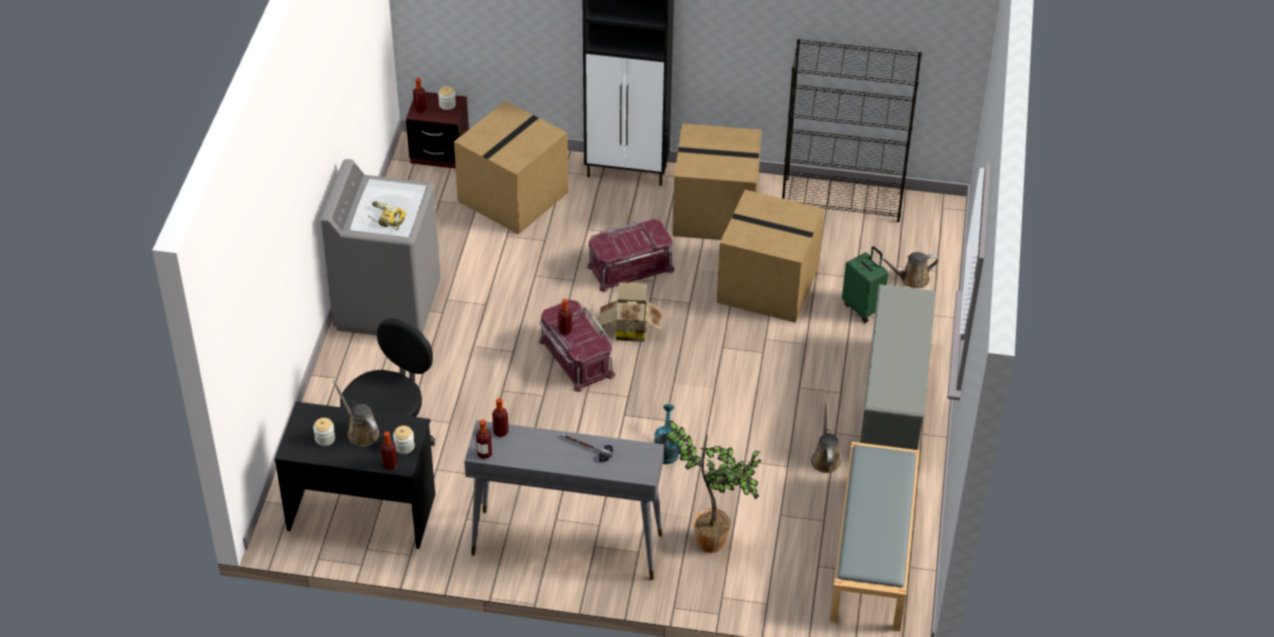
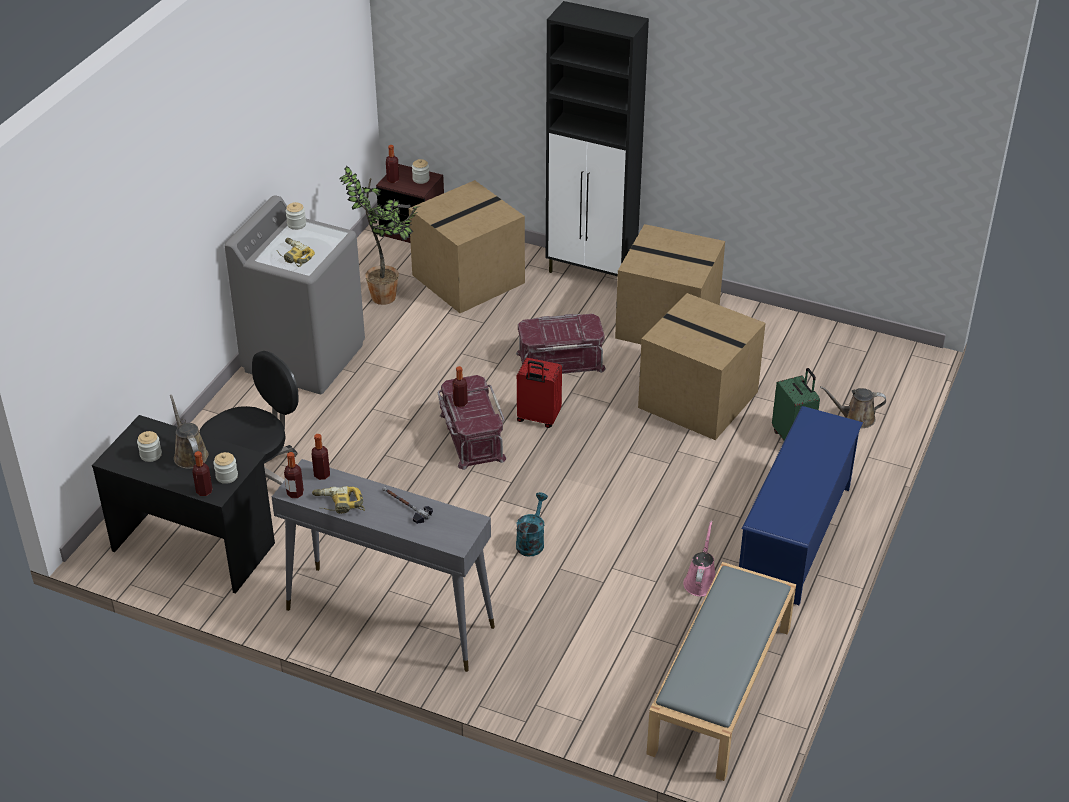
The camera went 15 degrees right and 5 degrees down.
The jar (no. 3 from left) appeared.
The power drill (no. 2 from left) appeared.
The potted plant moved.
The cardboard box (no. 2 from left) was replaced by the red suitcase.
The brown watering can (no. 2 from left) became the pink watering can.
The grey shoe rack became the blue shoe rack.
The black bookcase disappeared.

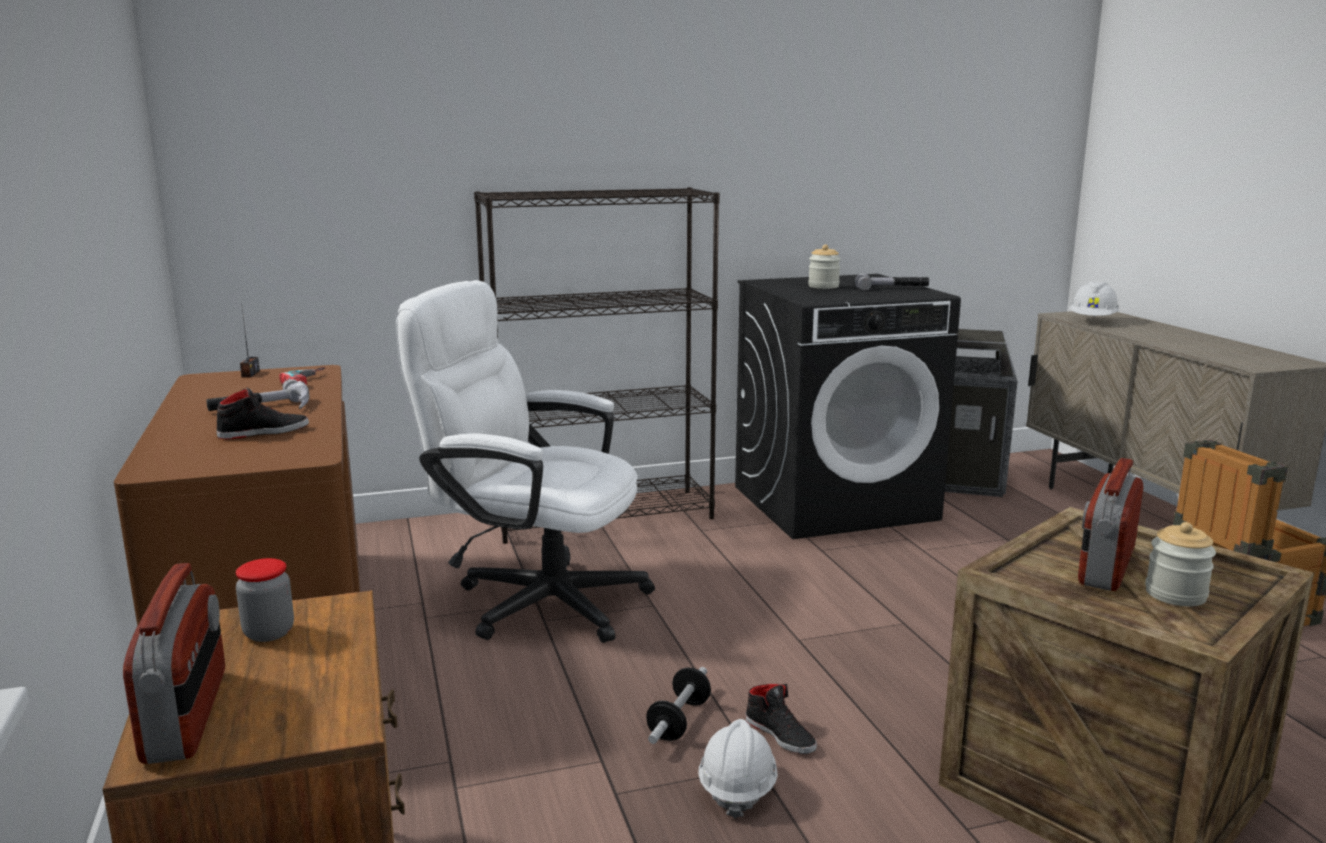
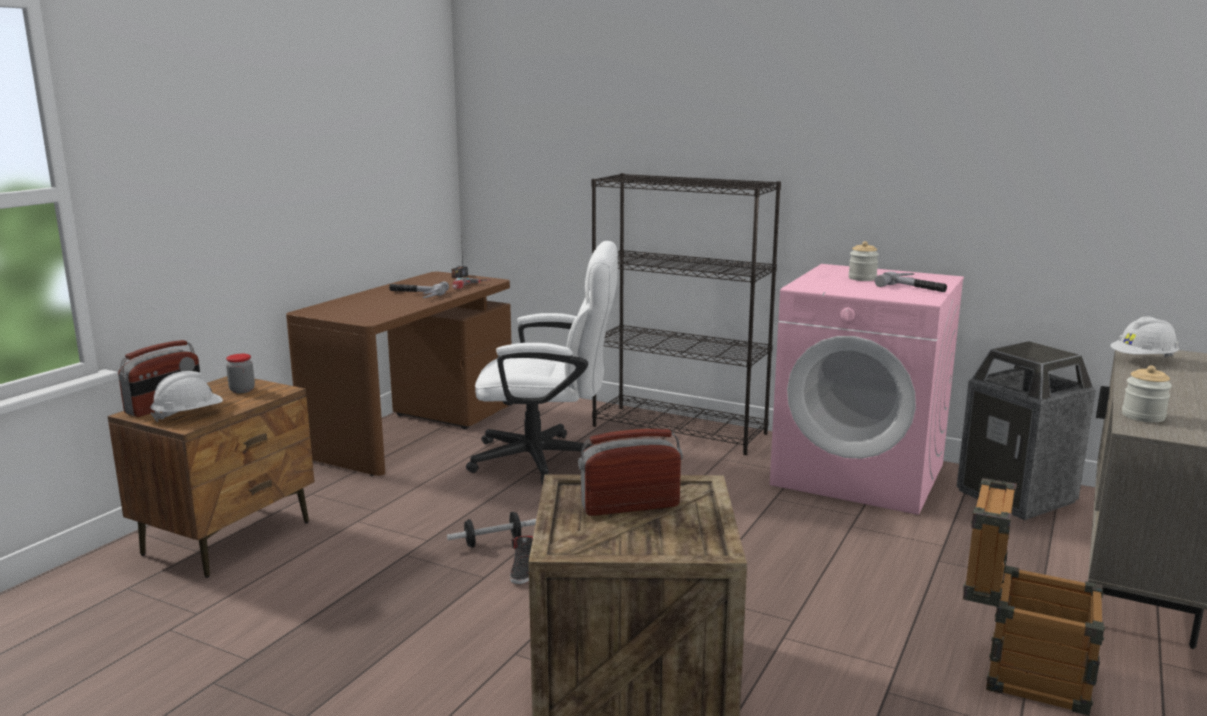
The camera went 45 degrees right and 0 degrees up.
The white hard hat (no. 1 from left) moved.
The white office chair turned 120 degrees clockwise.
The black washing machine became the pink washing machine.
The jar (no. 3 from left) moved.
The black shoe (no. 1 from left) disappeared.

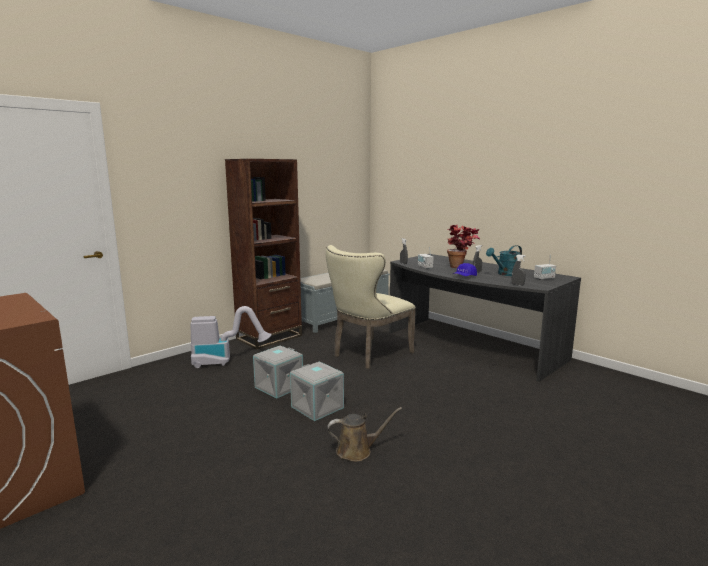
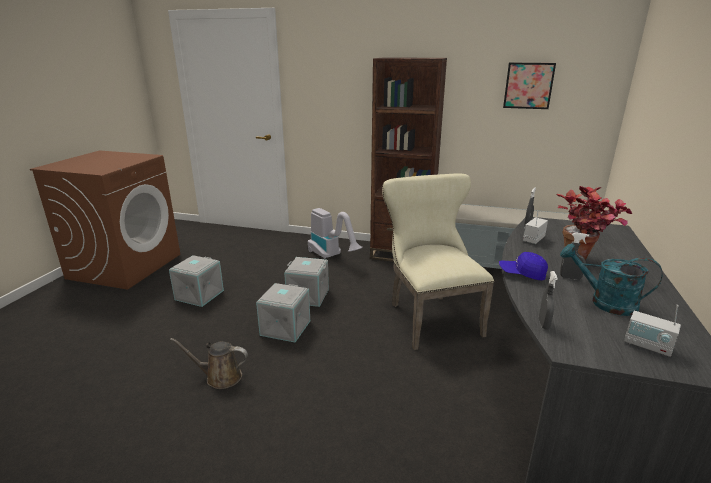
The camera went 60 degrees right and 10 degrees up.
The grey storage box (no. 1 from left) appeared.
The brown watering can turned 135 degrees clockwise.
The beige chair turned 60 degrees clockwise.
The picture appeared.

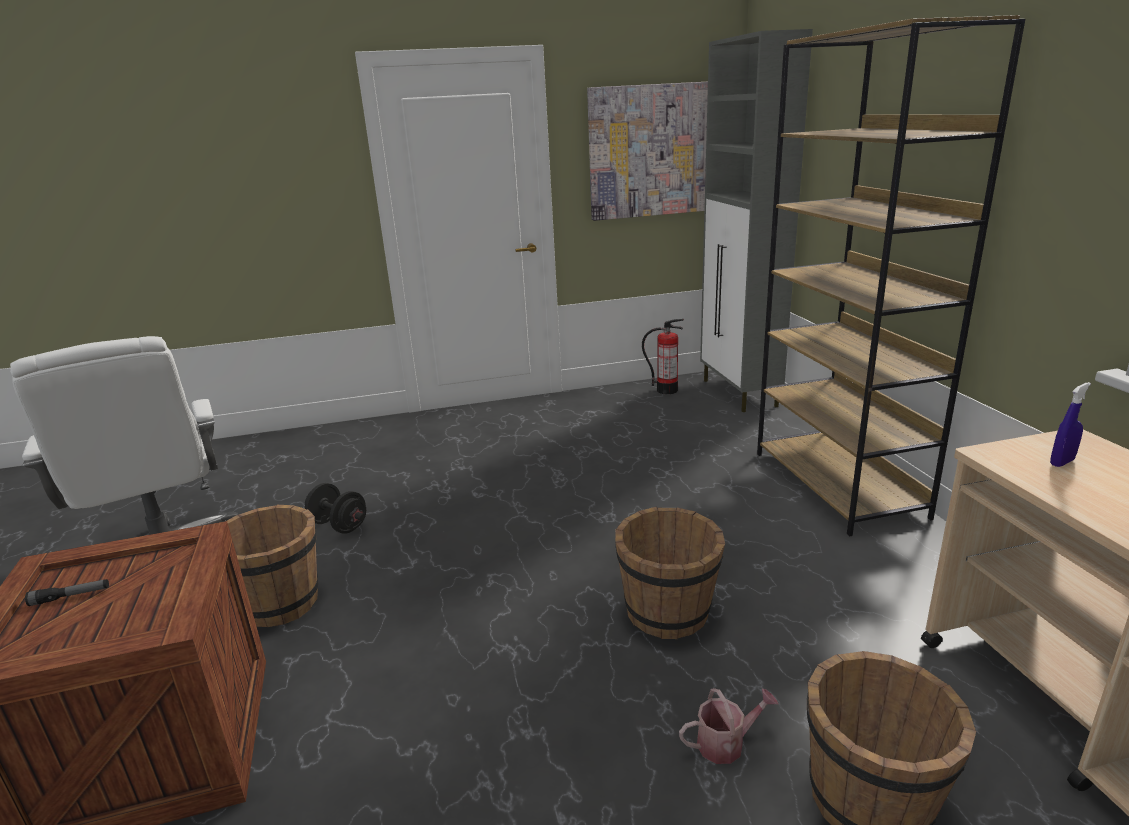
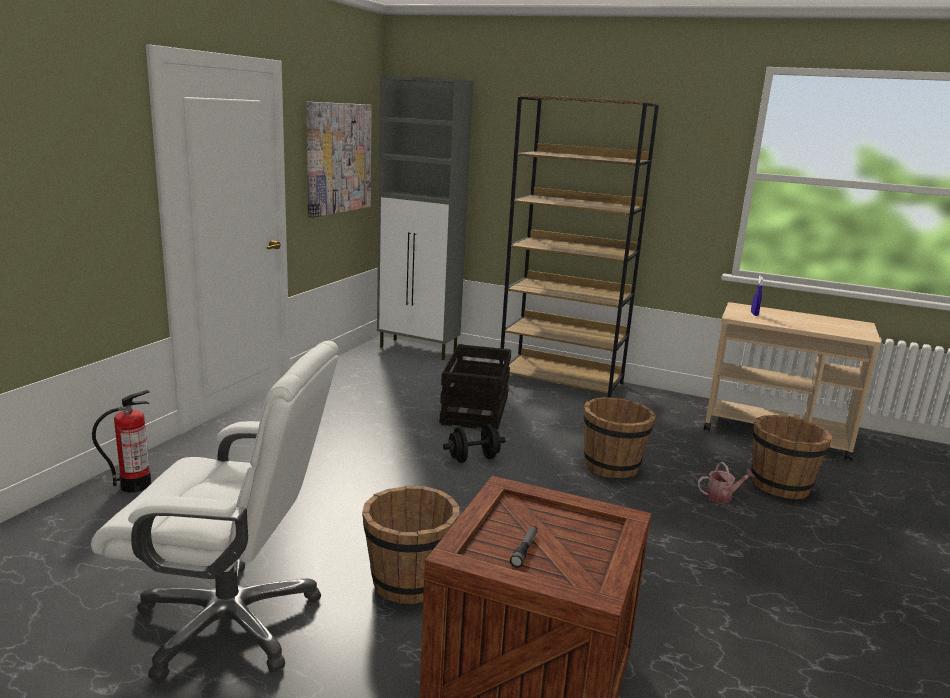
The camera went 55 degrees left and 5 degrees down.
The fire extinguisher moved.
The crate (no. 1 from left) appeared.
The black dumbbell moved.
The watering can turned 60 degrees clockwise.

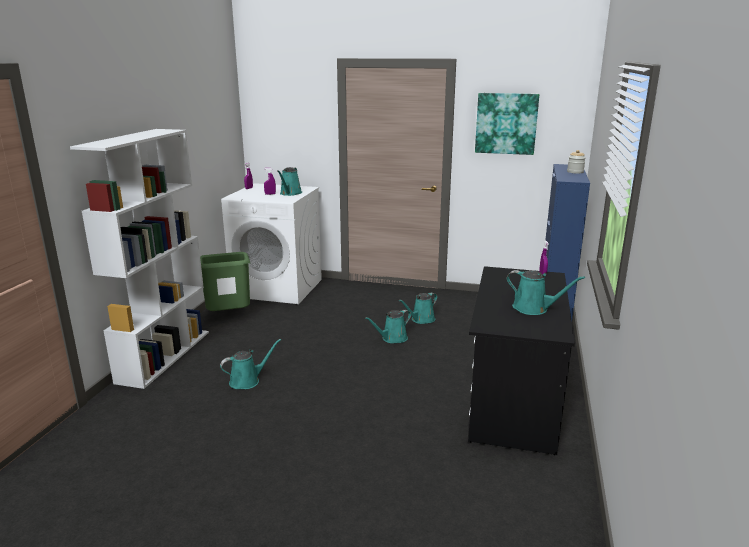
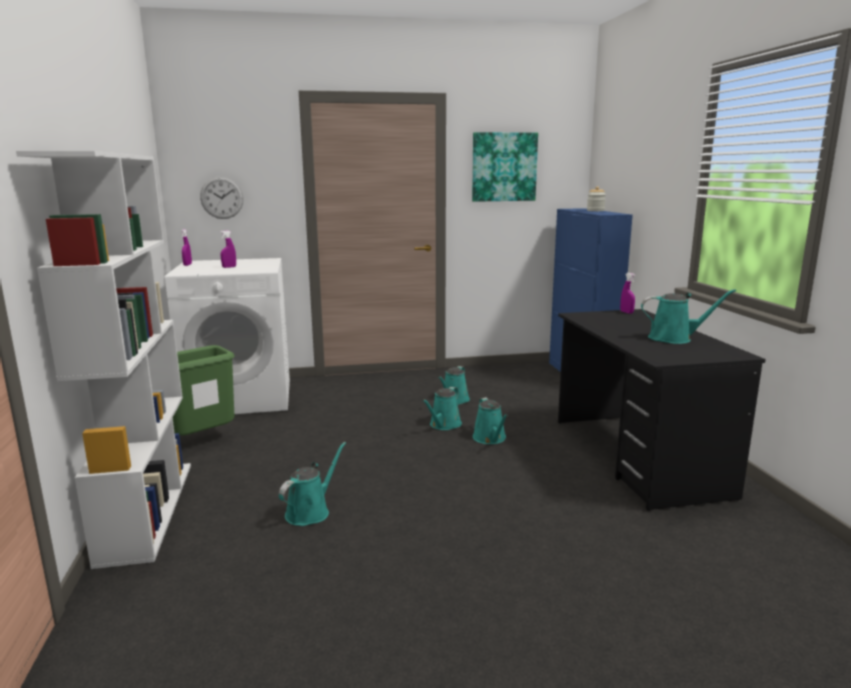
The camera went 25 degrees left and 5 degrees down.
The wall clock appeared.
The turquoise watering can (no. 2 from left in the first image) moved.

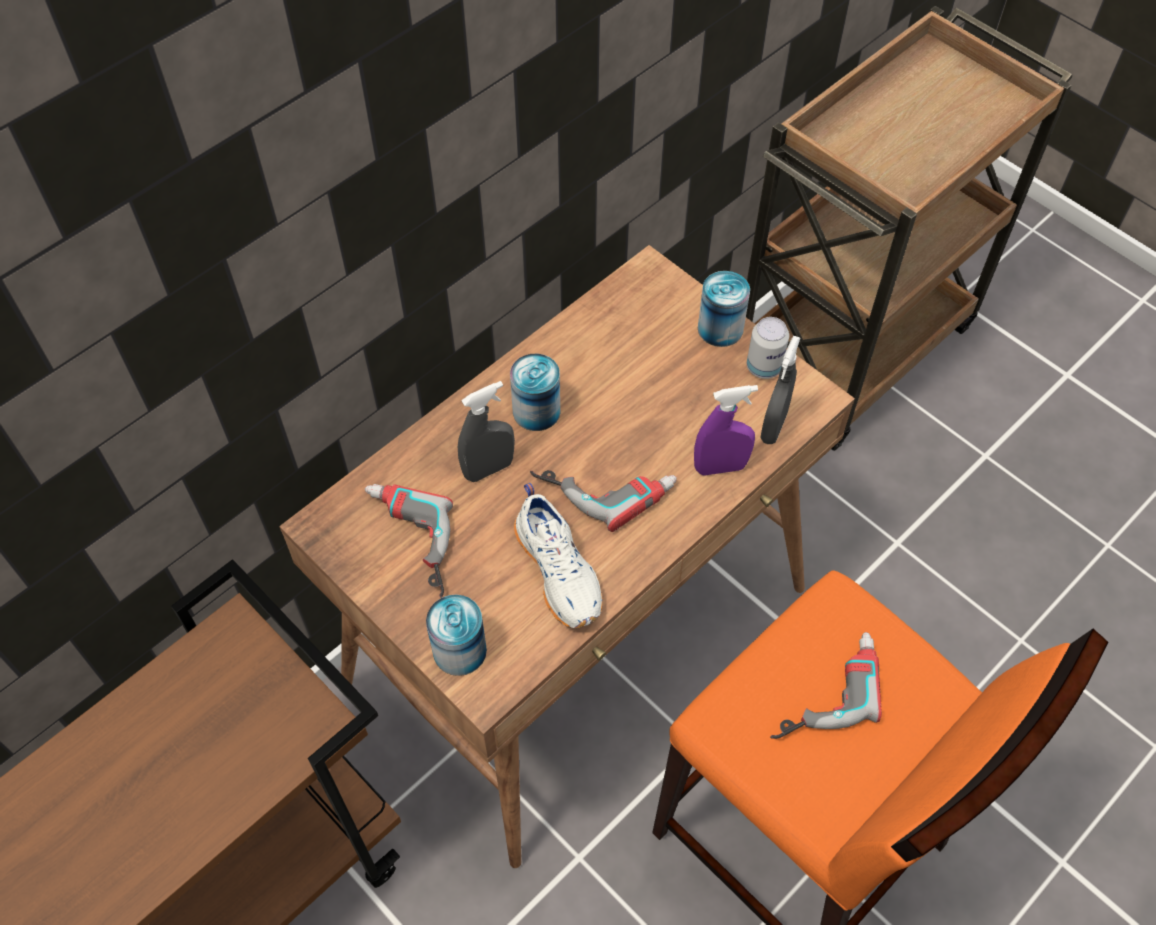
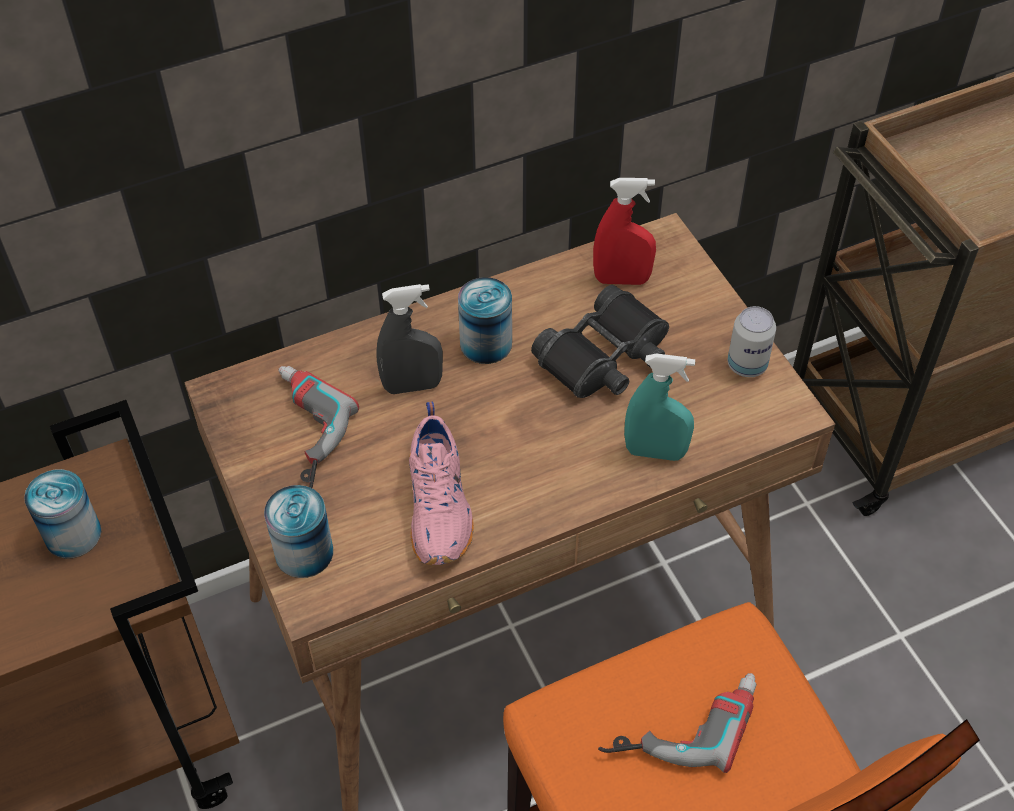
The camera went 20 degrees right and 5 degrees down.
The can (no. 3 from left in the first image) moved.
The white shoe became the pink shoe.
The black binoculars appeared.
The red spray bottle appeared.
The purple spray bottle became the turquoise spray bottle.
The power drill (no. 2 from left) disappeared.
The grey spray bottle (no. 2 from left) disappeared.

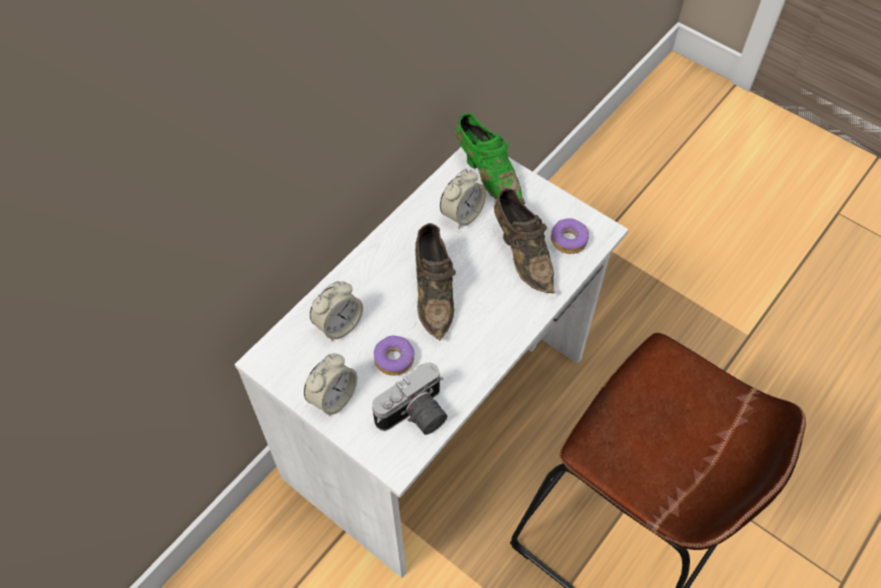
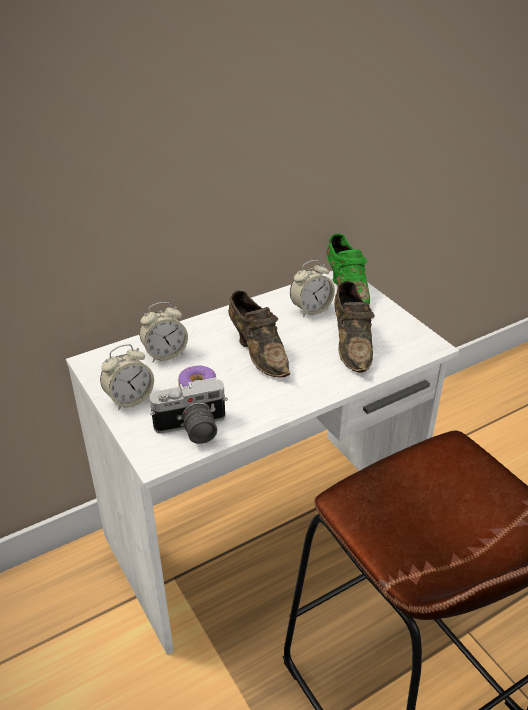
The camera went 20 degrees right and 20 degrees down.
The brown shoe (no. 1 from left) turned 45 degrees counterclockwise.
The donut (no. 2 from left) disappeared.

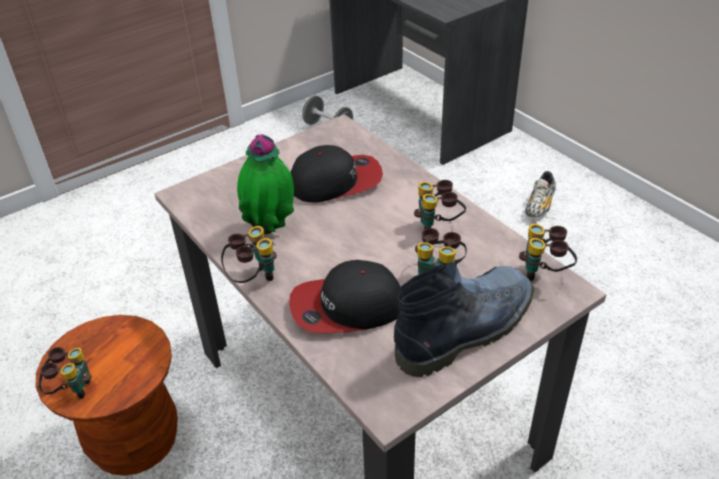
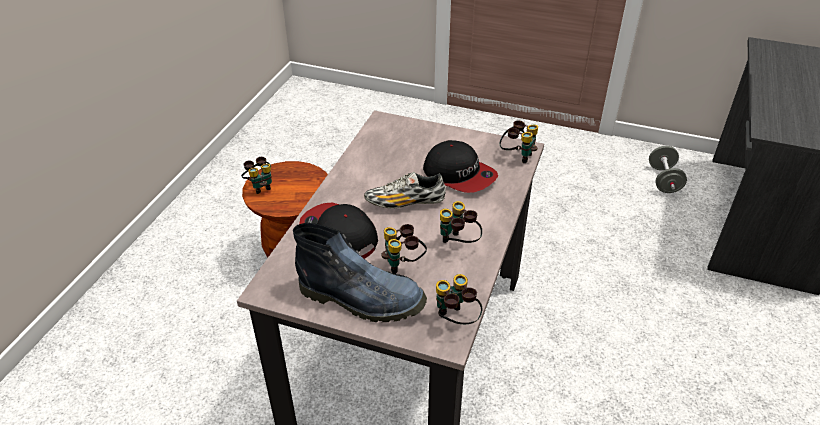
The camera went 55 degrees right and 0 degrees up.
The shoe moved.
The binoculars (no. 2 from left in the first image) moved.
The potted plant disappeared.

